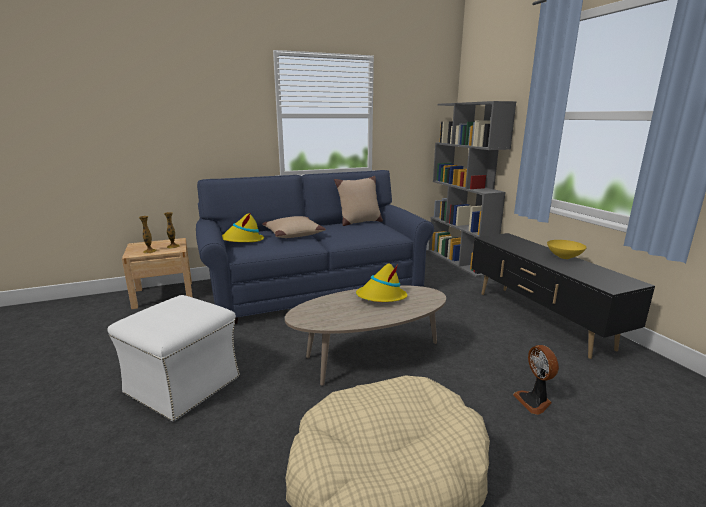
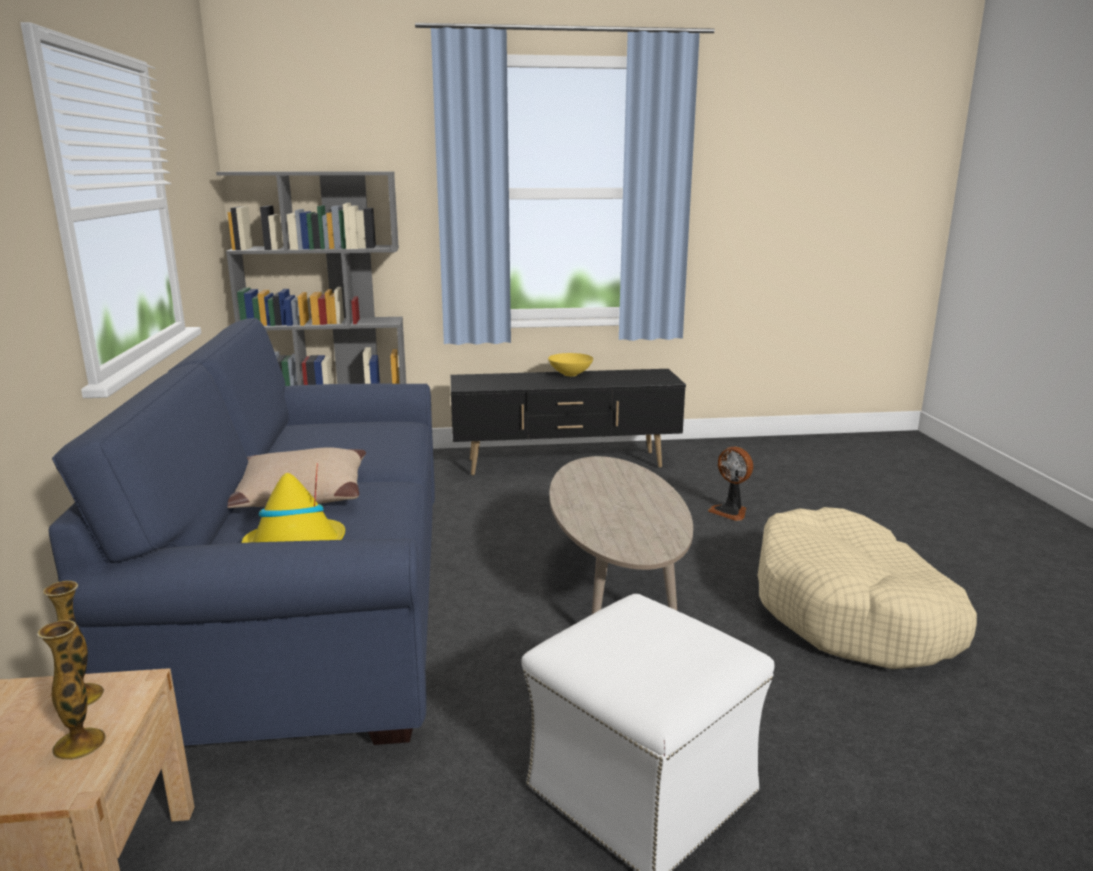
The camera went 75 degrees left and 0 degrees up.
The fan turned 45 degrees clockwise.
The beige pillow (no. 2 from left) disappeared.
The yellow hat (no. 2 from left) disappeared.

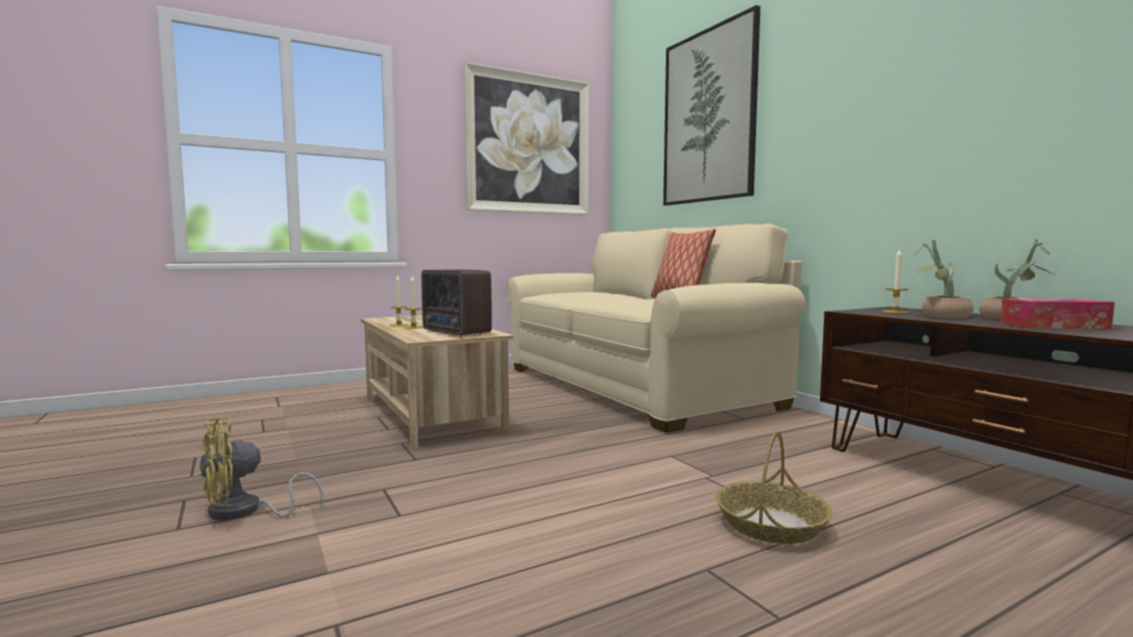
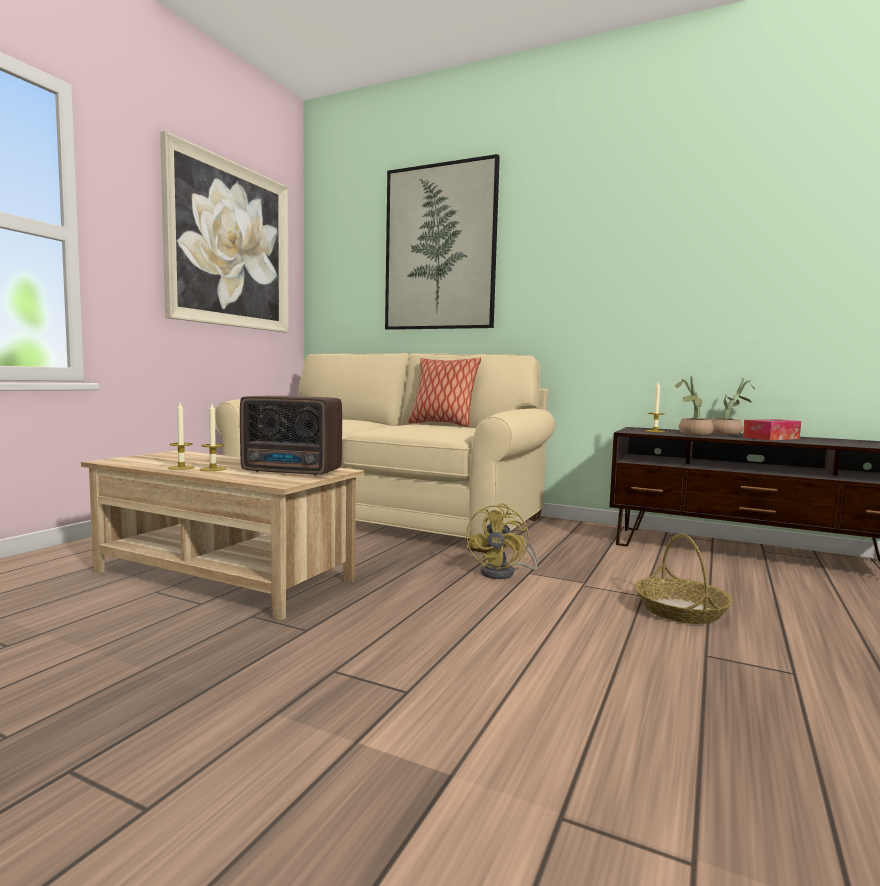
The camera went 35 degrees left and 0 degrees up.
The yellow fan moved.

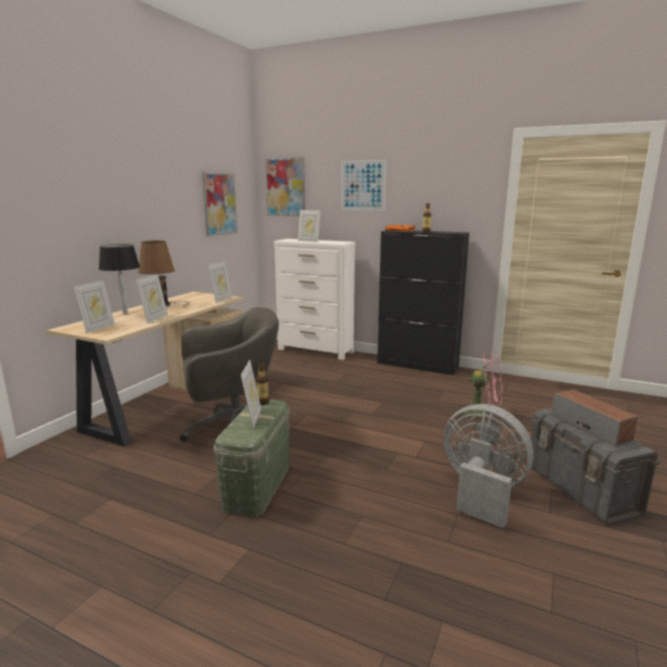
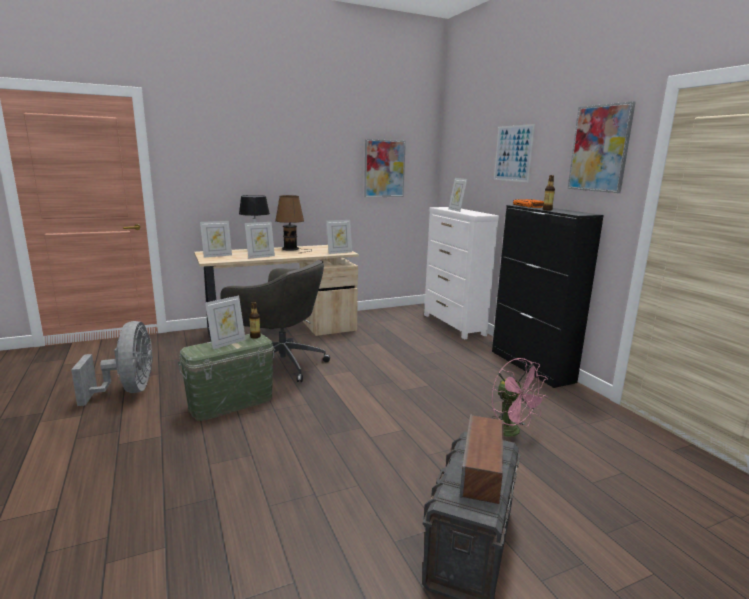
The camera went 40 degrees right and 0 degrees up.
The grey fan moved.
The picture (no. 2 from left in the first image) moved.

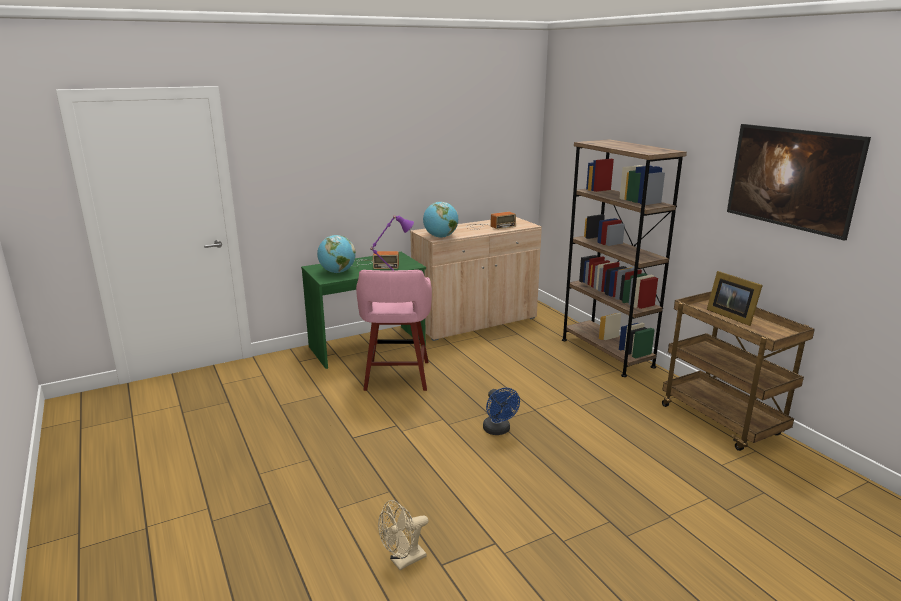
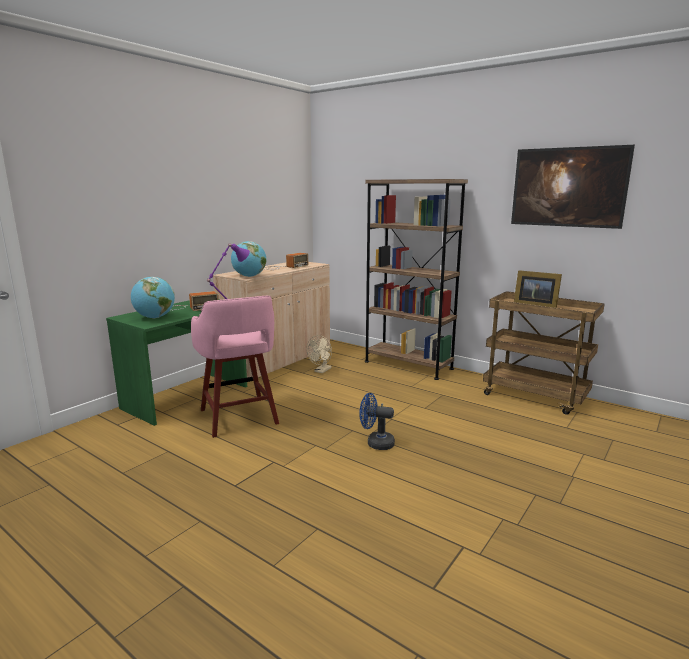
The camera went 25 degrees left and 5 degrees down.
The beige fan moved.
The blue fan turned 150 degrees clockwise.

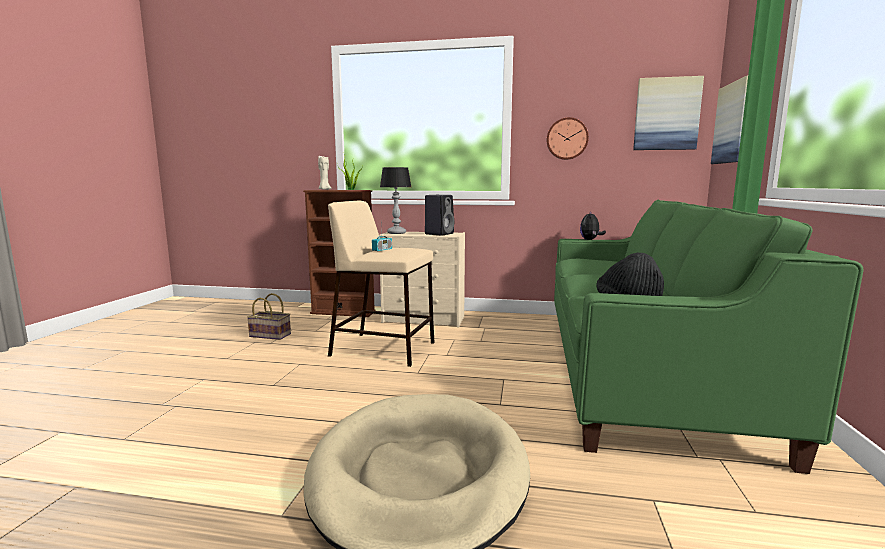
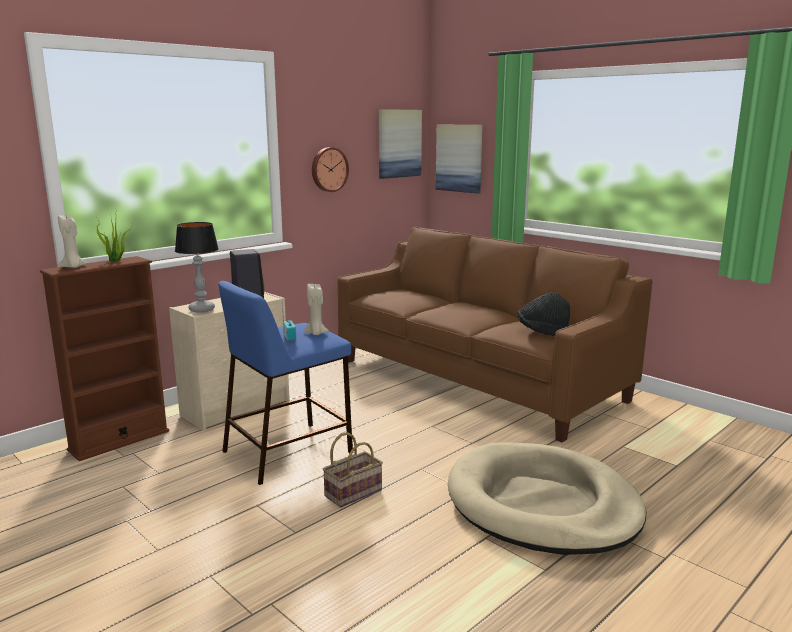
The camera went 55 degrees left and 5 degrees up.
The beige stool became the blue stool.
The beige candle (no. 2 from left) appeared.
The basket moved.
The green sofa became the brown sofa.
The plush toy disappeared.

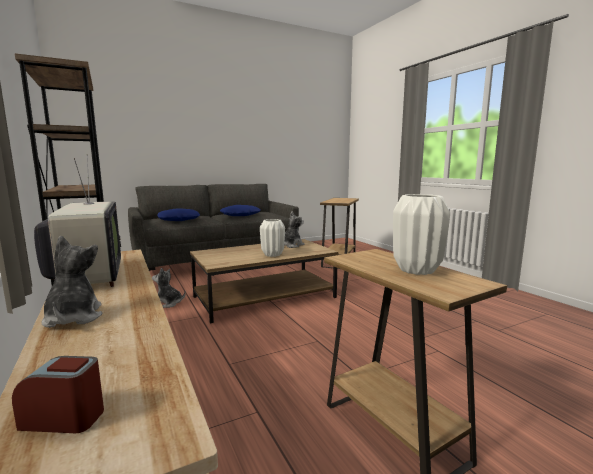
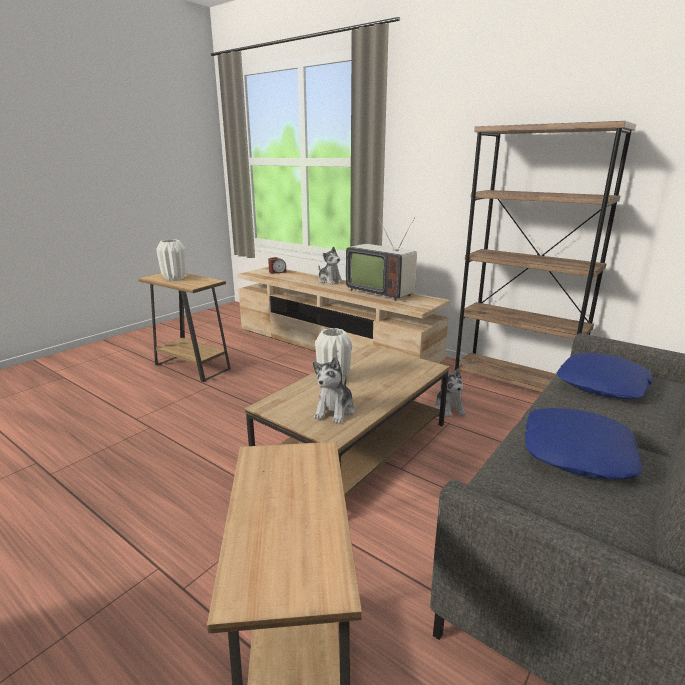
The camera went 155 degrees right and 10 degrees up.
The plush toy (no. 2 from left in the first image) turned 90 degrees clockwise.

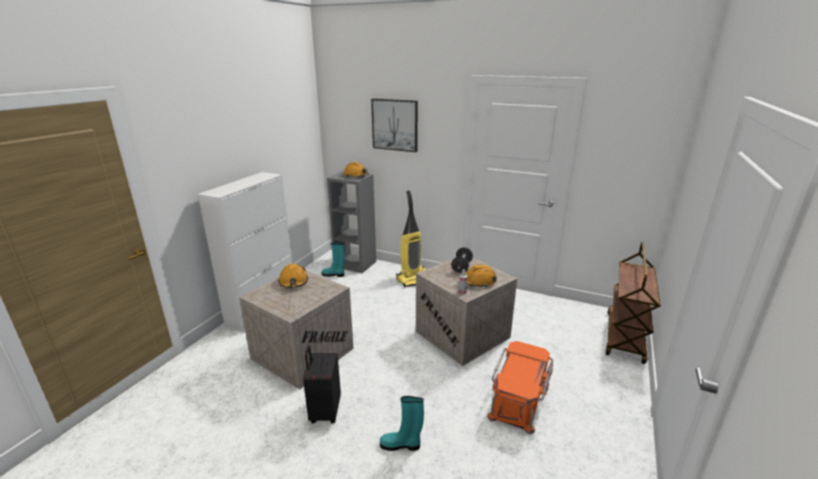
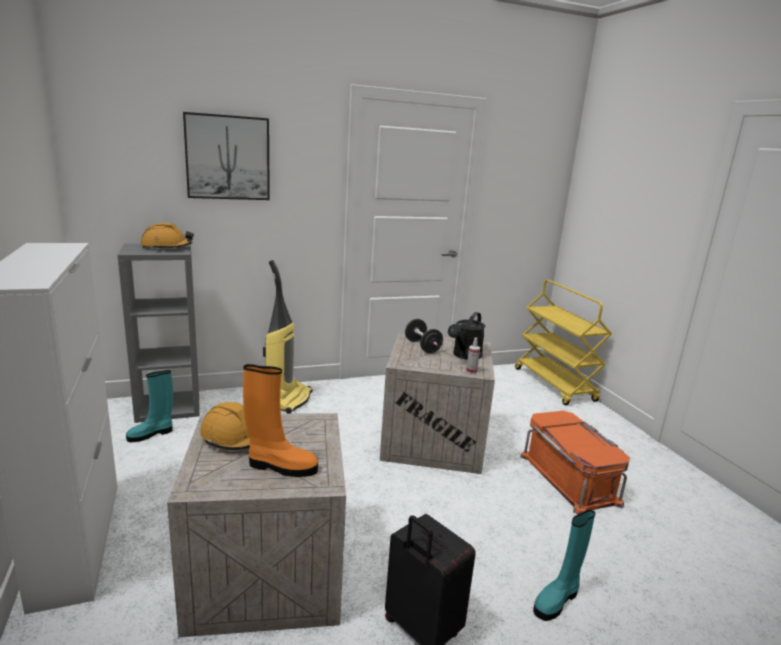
The camera went 45 degrees left and 5 degrees down.
The orange boot appeared.
The orange hard hat (no. 3 from left) was replaced by the black watering can.
The brown cart became the yellow cart.

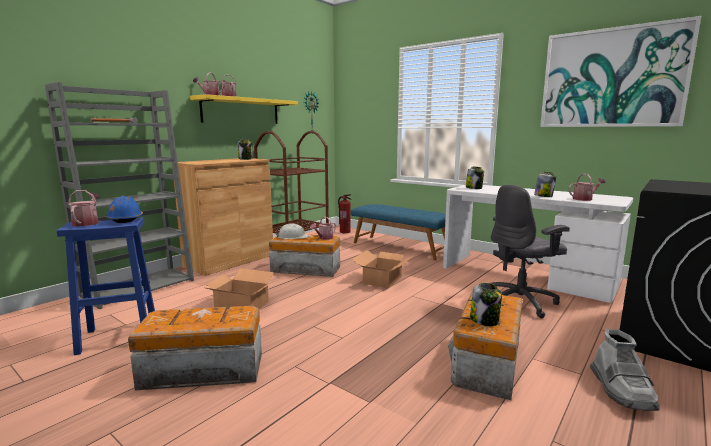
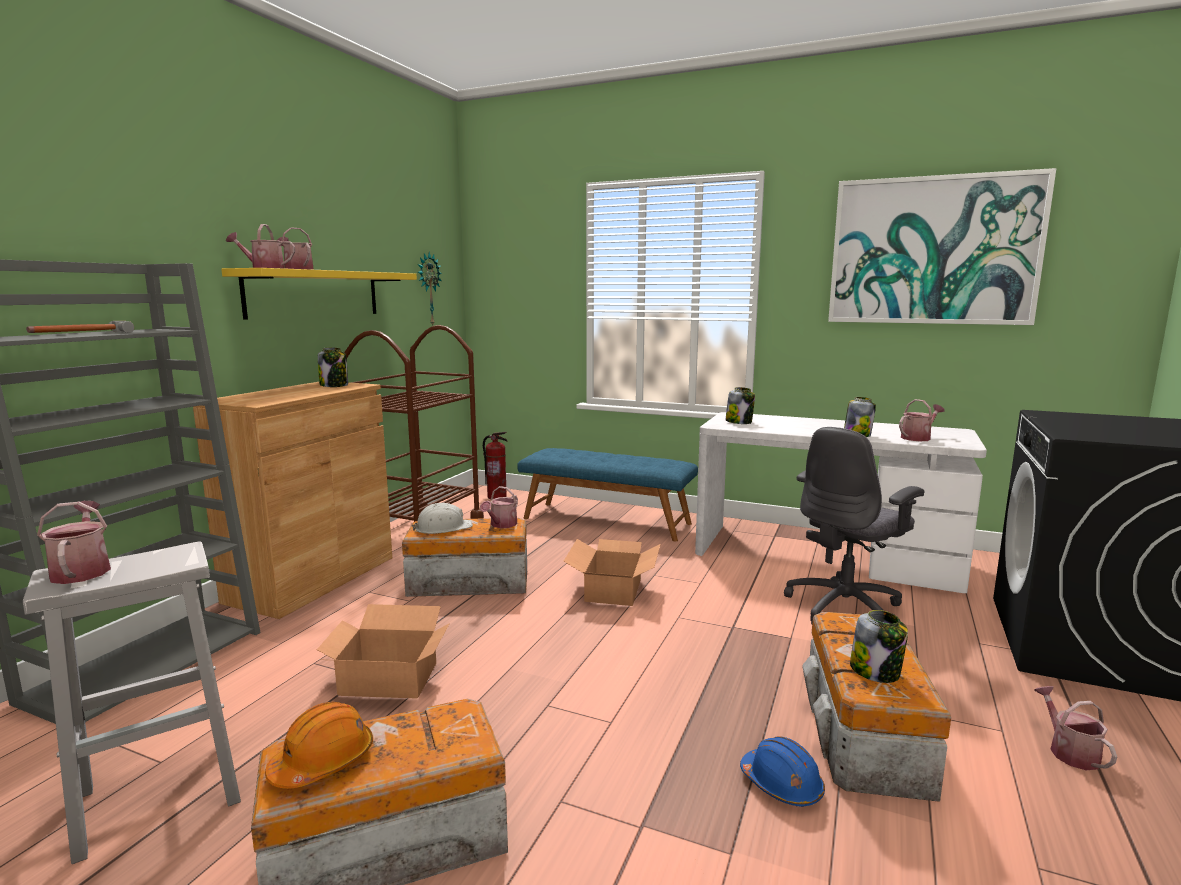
The camera went 15 degrees left and 0 degrees up.
The blue stool became the white stool.
The orange hard hat appeared.
The blue hard hat moved.
The grey boot was replaced by the watering can (no. 6 from left).

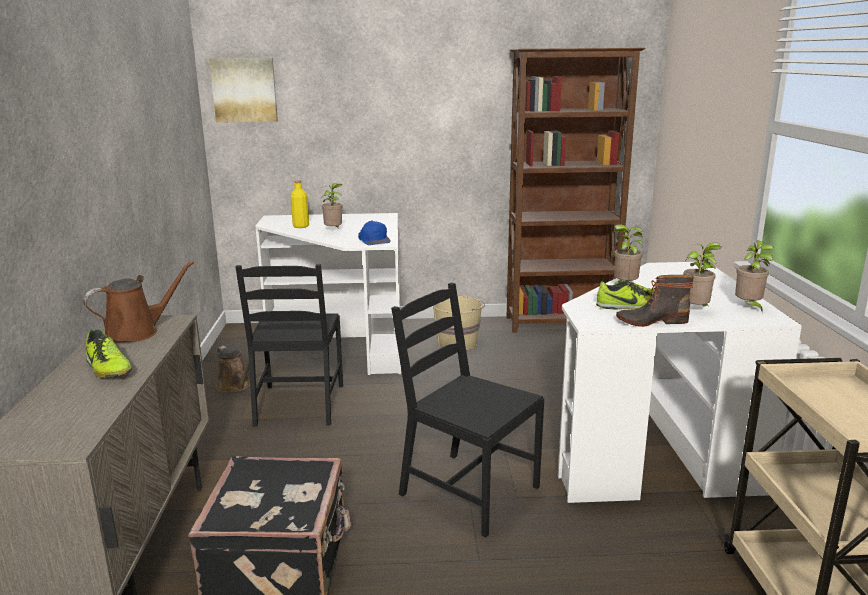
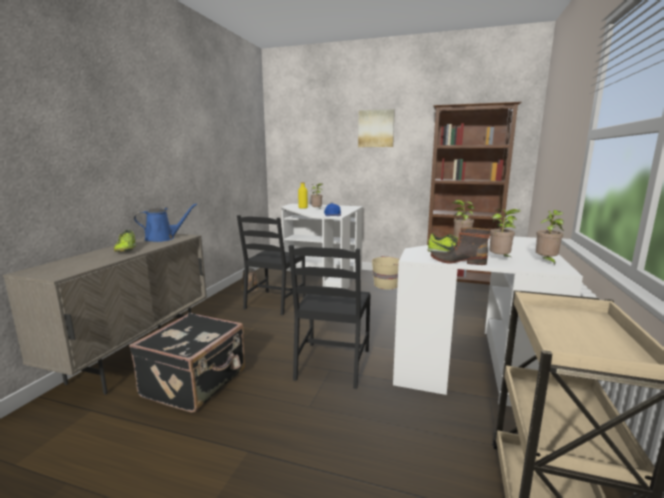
The camera went 20 degrees right and 5 degrees down.
The brown watering can (no. 1 from left) became the blue watering can.
The black chair (no. 2 from left) turned 135 degrees counterclockwise.
The picture moved.

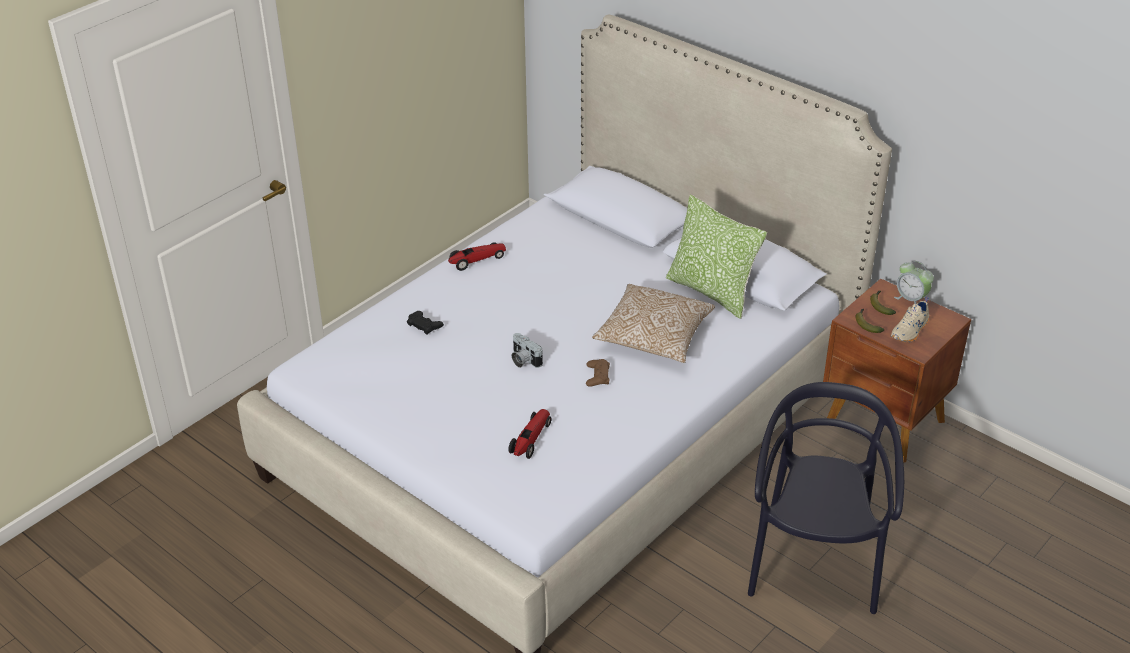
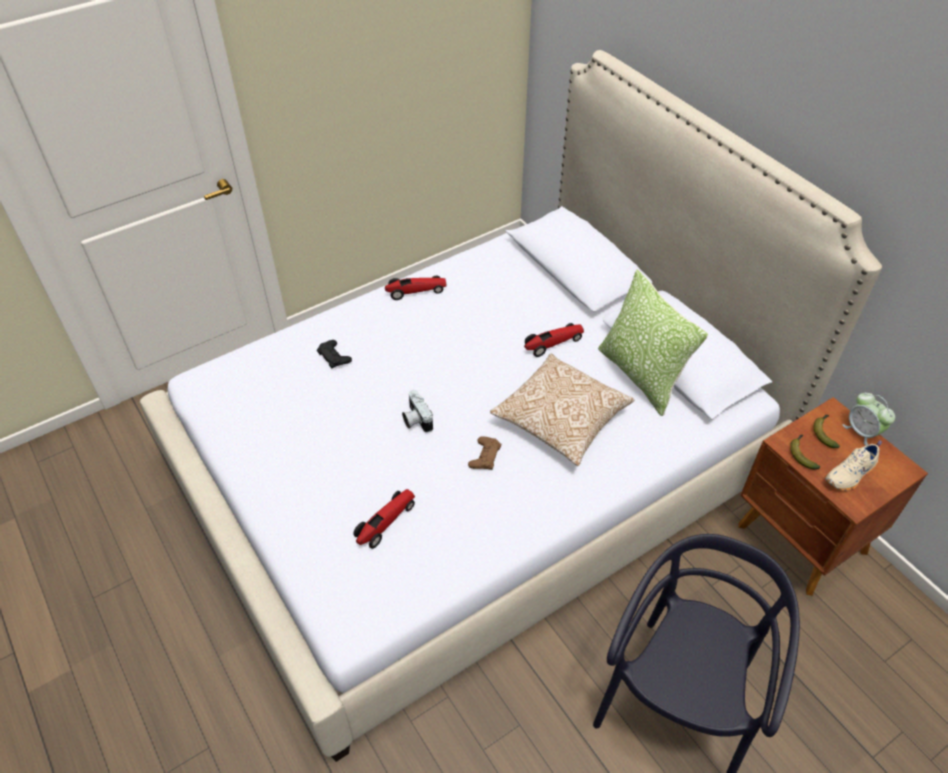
The camera went 15 degrees right and 10 degrees up.
The toy car (no. 3 from left) appeared.

